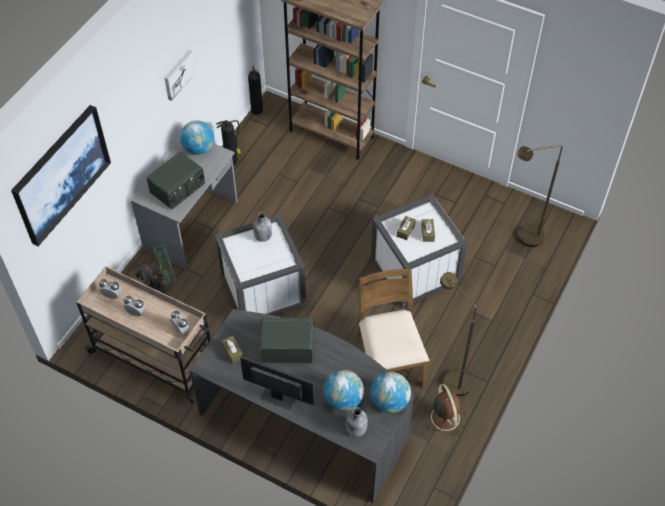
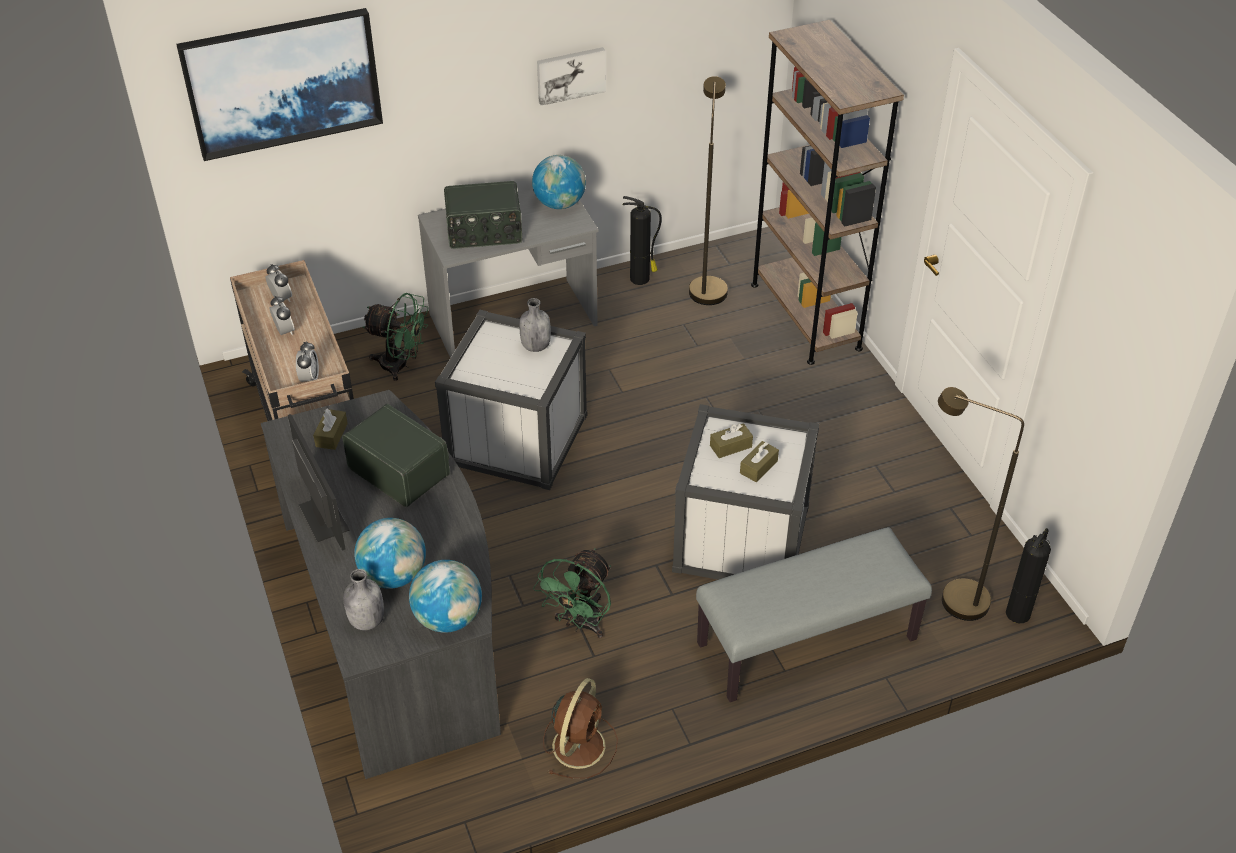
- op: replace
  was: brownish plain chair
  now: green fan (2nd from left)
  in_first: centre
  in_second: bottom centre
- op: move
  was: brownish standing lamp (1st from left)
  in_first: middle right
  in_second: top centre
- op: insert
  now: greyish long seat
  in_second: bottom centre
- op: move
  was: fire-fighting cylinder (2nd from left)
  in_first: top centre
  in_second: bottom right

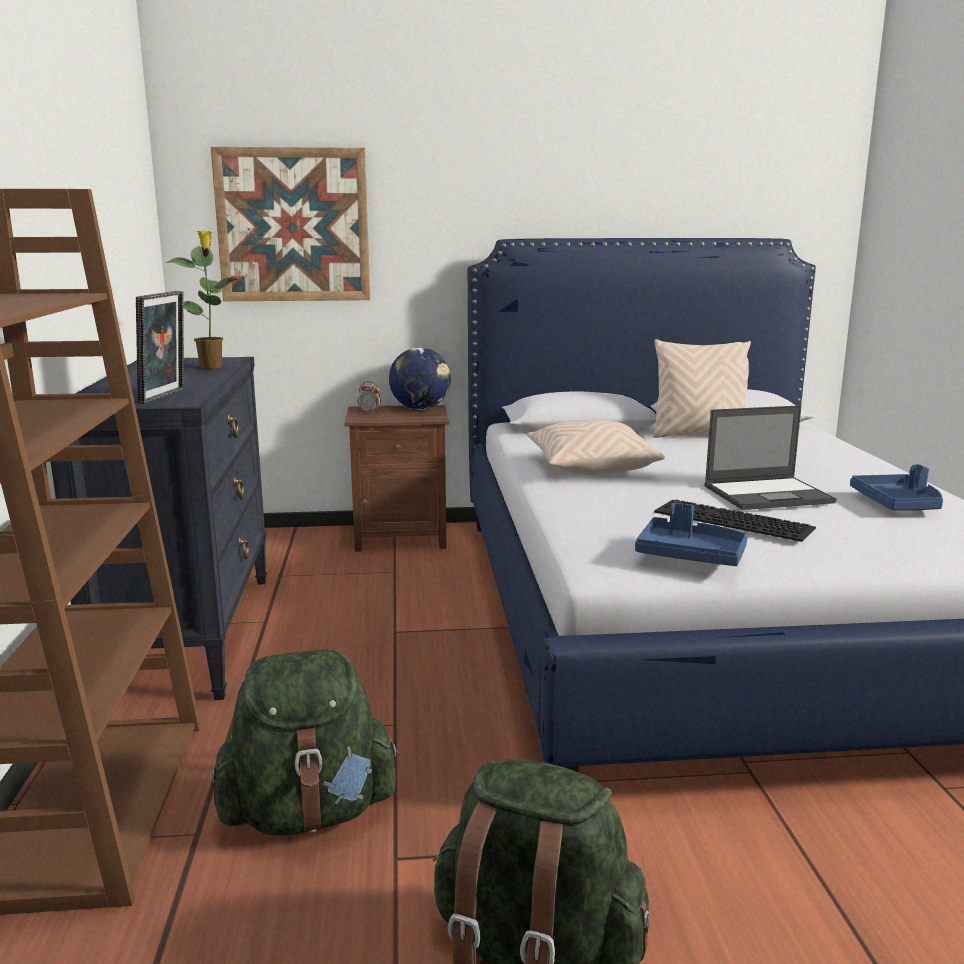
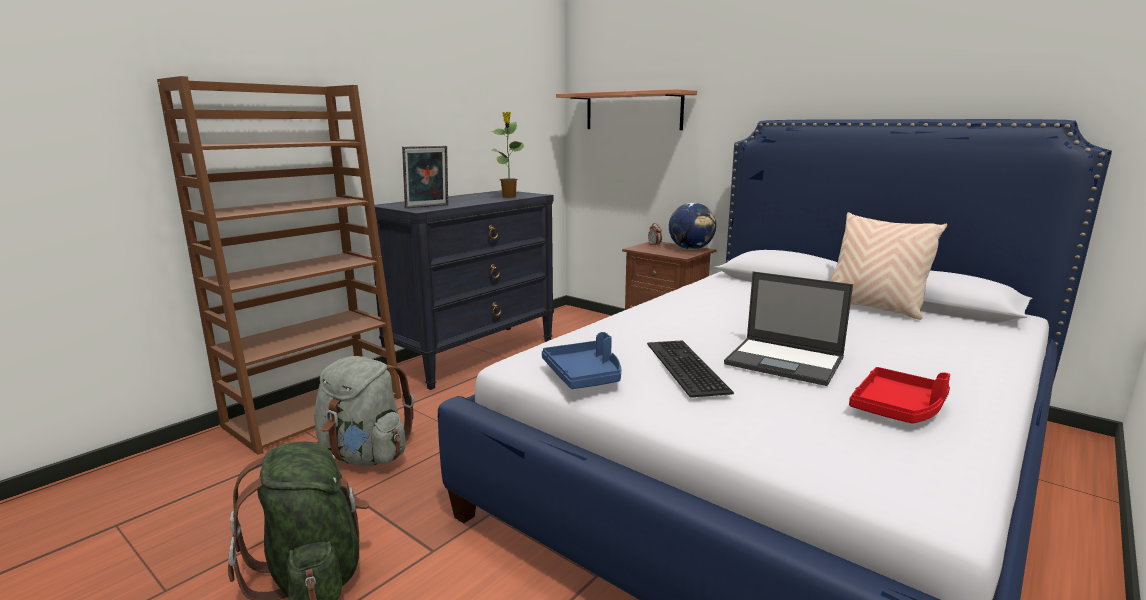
- op: recolor
  was: green backpack (1st from left)
  now: greyish backpack
  in_first: bottom left
  in_second: bottom left
- op: replace
  was: wall art
  now: wall shelf
  in_first: top left
  in_second: top centre
- op: recolor
  was: bluish serving tray (2nd from left)
  now: red serving tray
  in_first: middle right
  in_second: middle right
- op: delete
  was: sand-coloured pillow (1st from left)
  in_first: centre

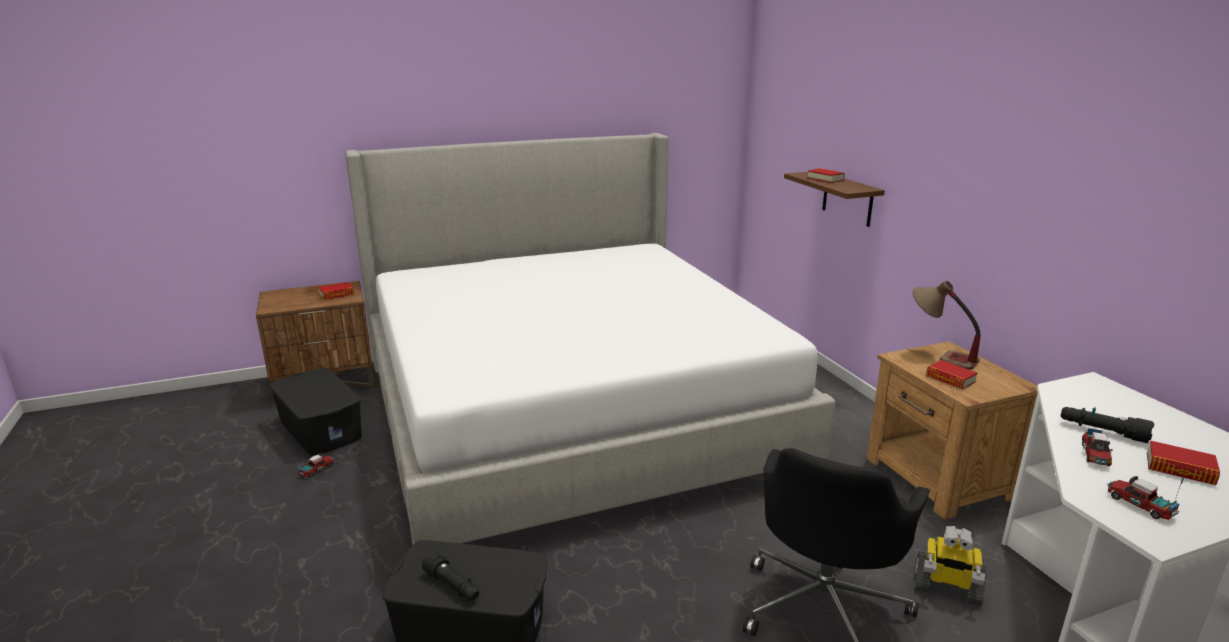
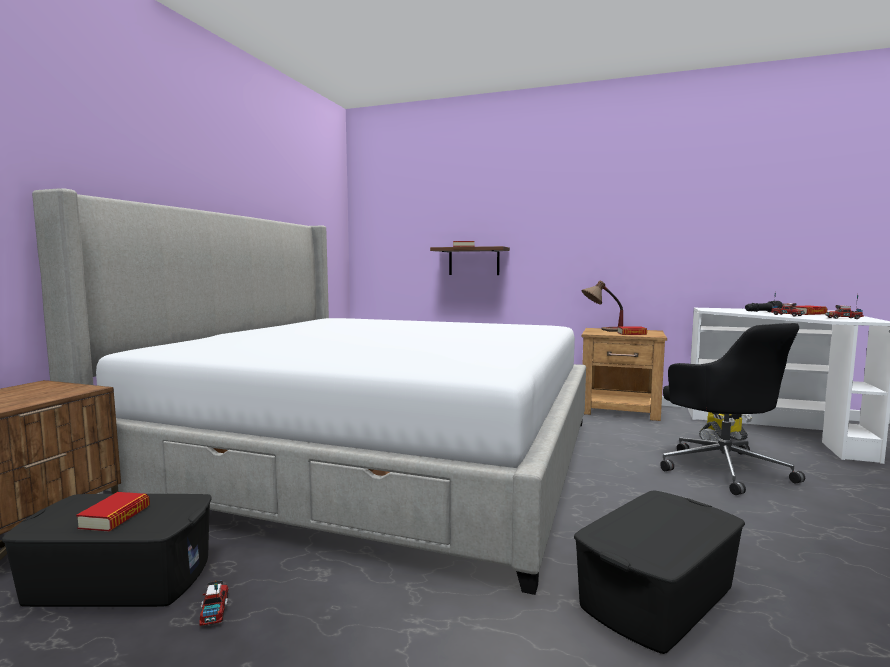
- op: move
  was: bound book (1st from left)
  in_first: middle left
  in_second: bottom left
- op: delete
  was: black-coloured torch (1st from left)
  in_first: bottom centre

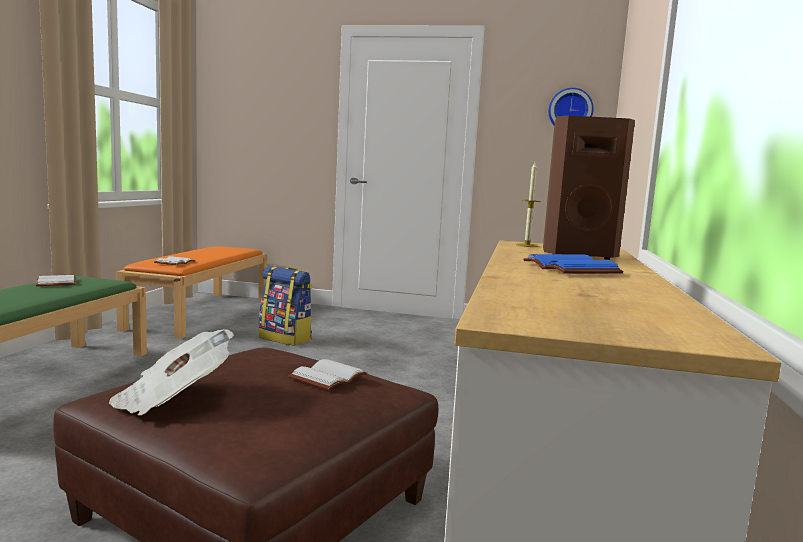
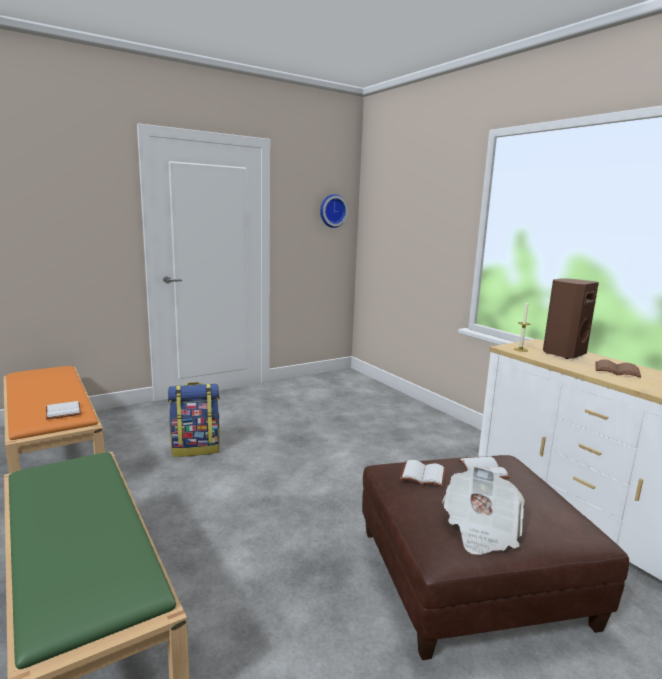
- op: move
  was: white-coloured bound book (1st from left in the first image)
  now: white-coloured bound book (2nd from left)
  in_first: middle left
  in_second: bottom centre
- op: recolor
  was: bluish bound book
  now: brownish bound book
  in_first: middle right
  in_second: middle right

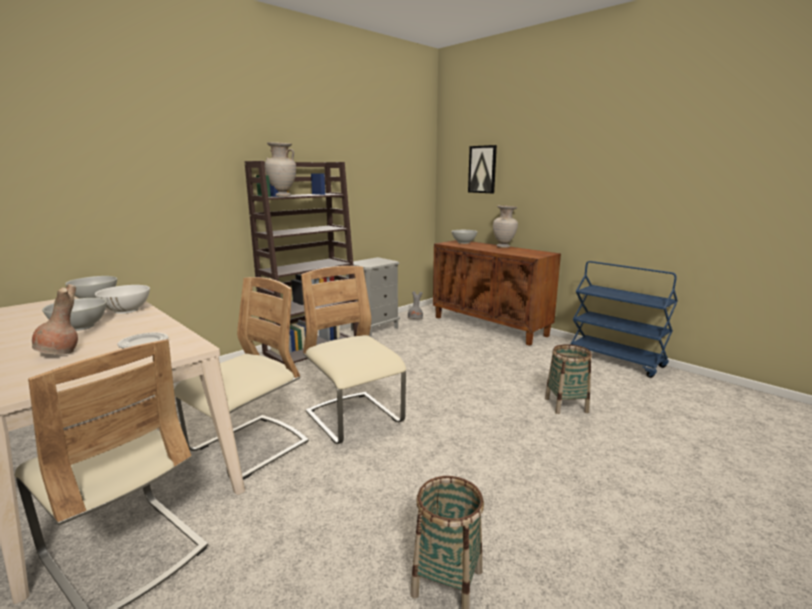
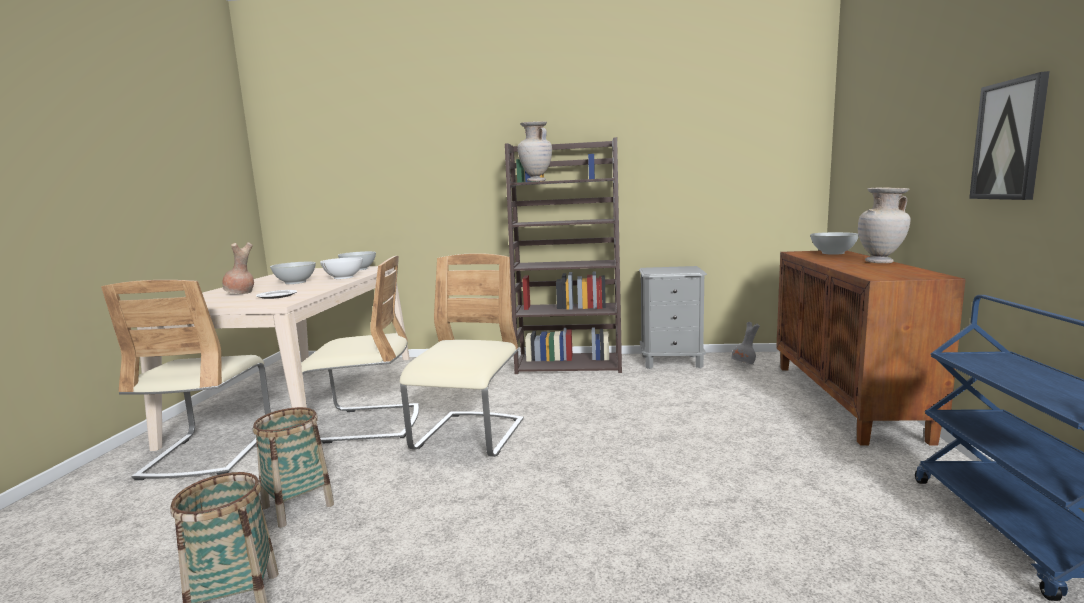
- op: move
  was: storage basket (2nd from left)
  in_first: middle right
  in_second: bottom left
- op: move
  was: wall art
  in_first: top centre
  in_second: top right

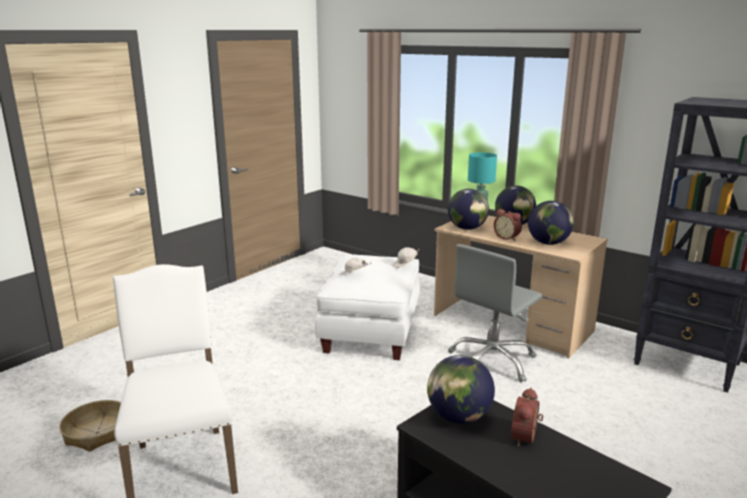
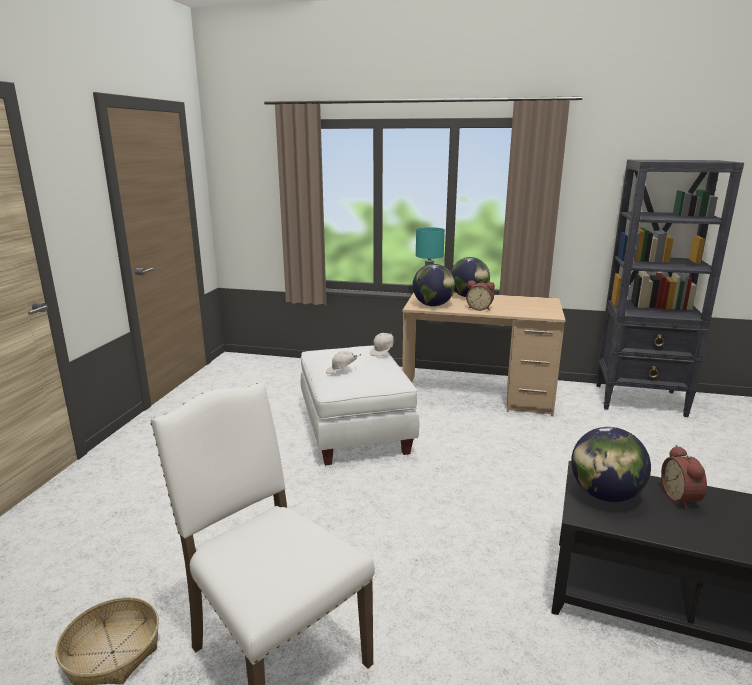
- op: delete
  was: greyish desk chair
  in_first: centre
- op: delete
  was: world globe (4th from left)
  in_first: middle right

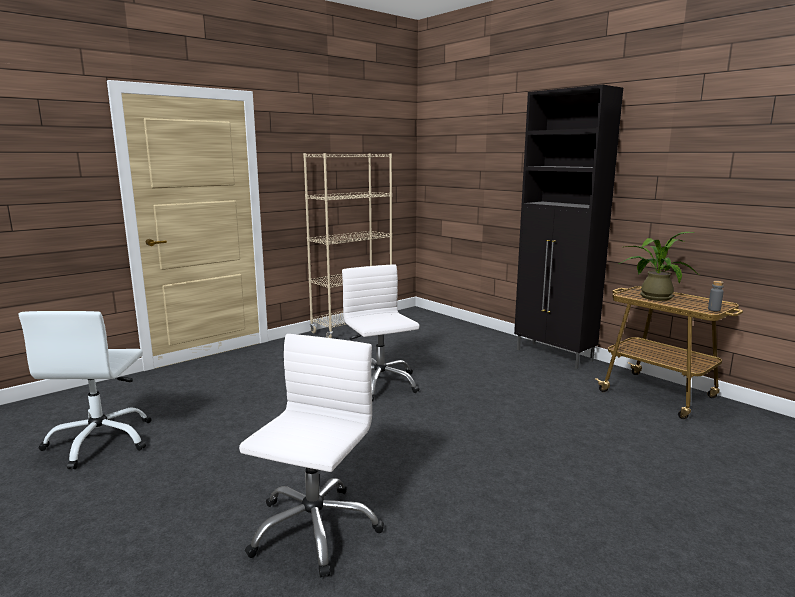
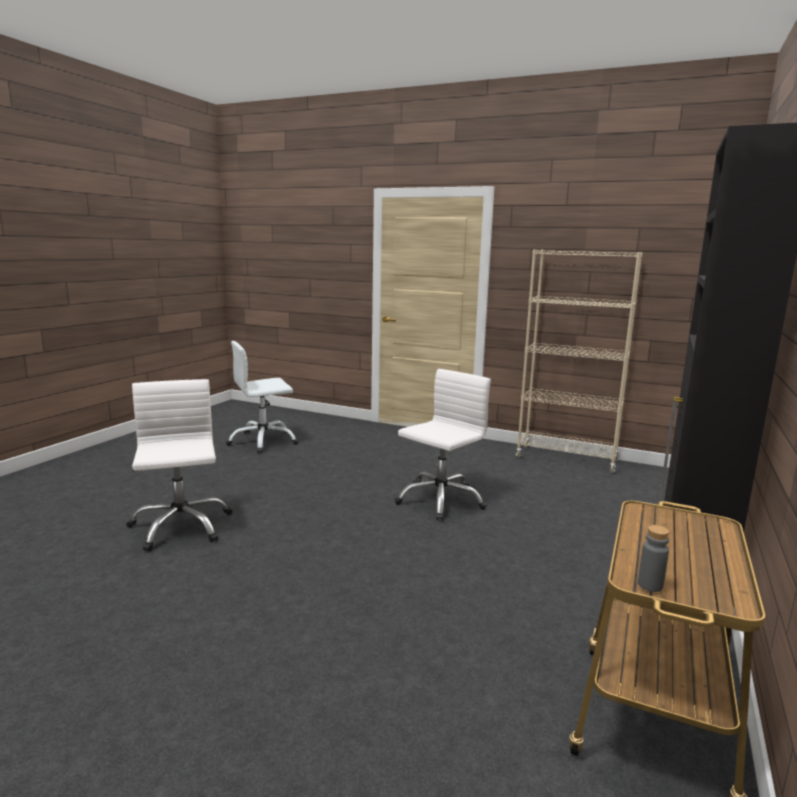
- op: rotate
  was: white-coloured desk chair (2nd from left in the first image)
  in_first: bottom centre
  in_second: middle left
  clockwise: -105
- op: delete
  was: potted plant
  in_first: middle right

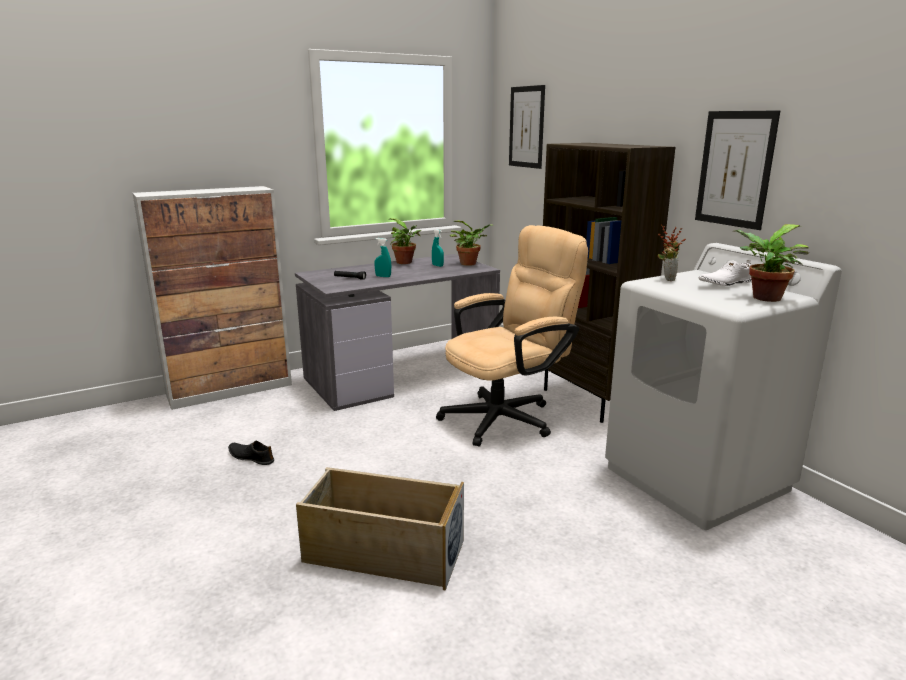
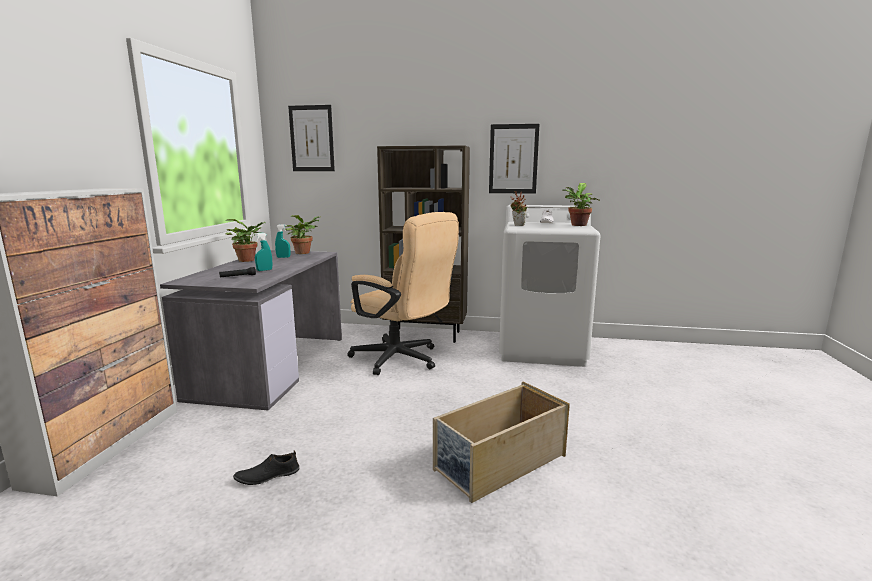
- op: rotate
  was: sand-coloured desk chair
  in_first: centre
  in_second: centre
  clockwise: 120

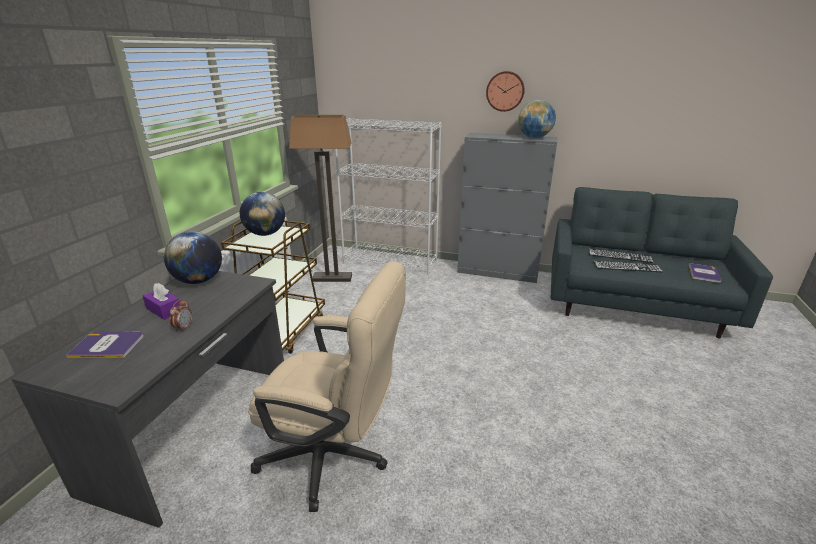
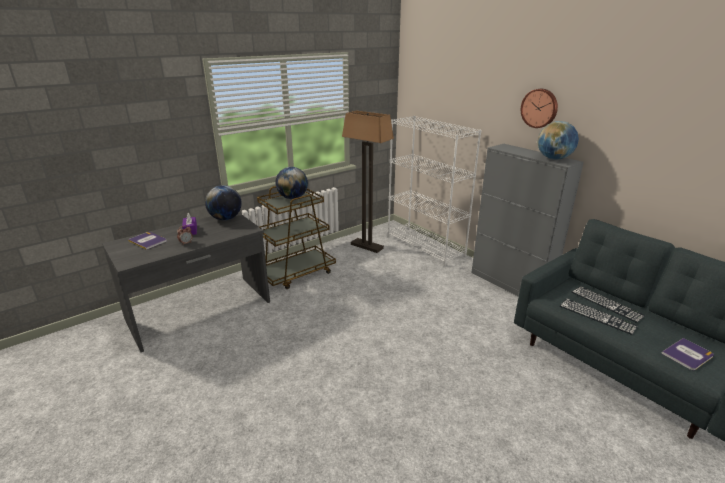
- op: delete
  was: sand-coloured desk chair
  in_first: bottom centre

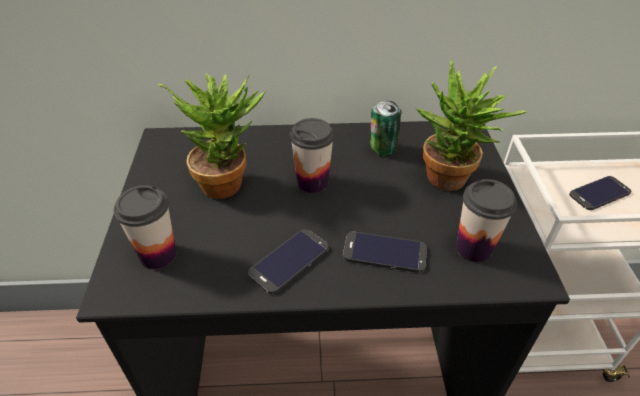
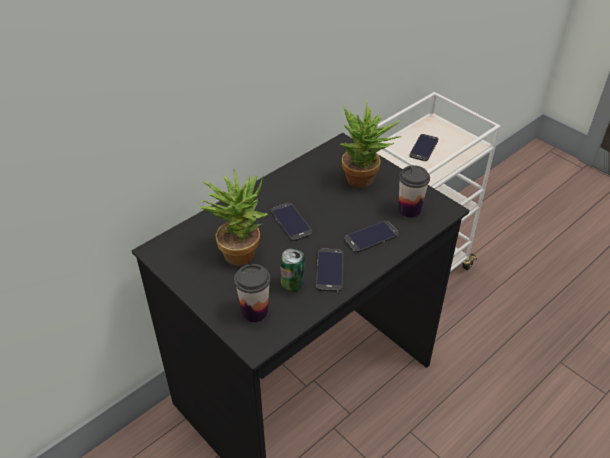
- op: replace
  was: drinking cup (2nd from left)
  now: handset (1st from left)
  in_first: centre
  in_second: centre
- op: move
  was: can
  in_first: top centre
  in_second: centre

